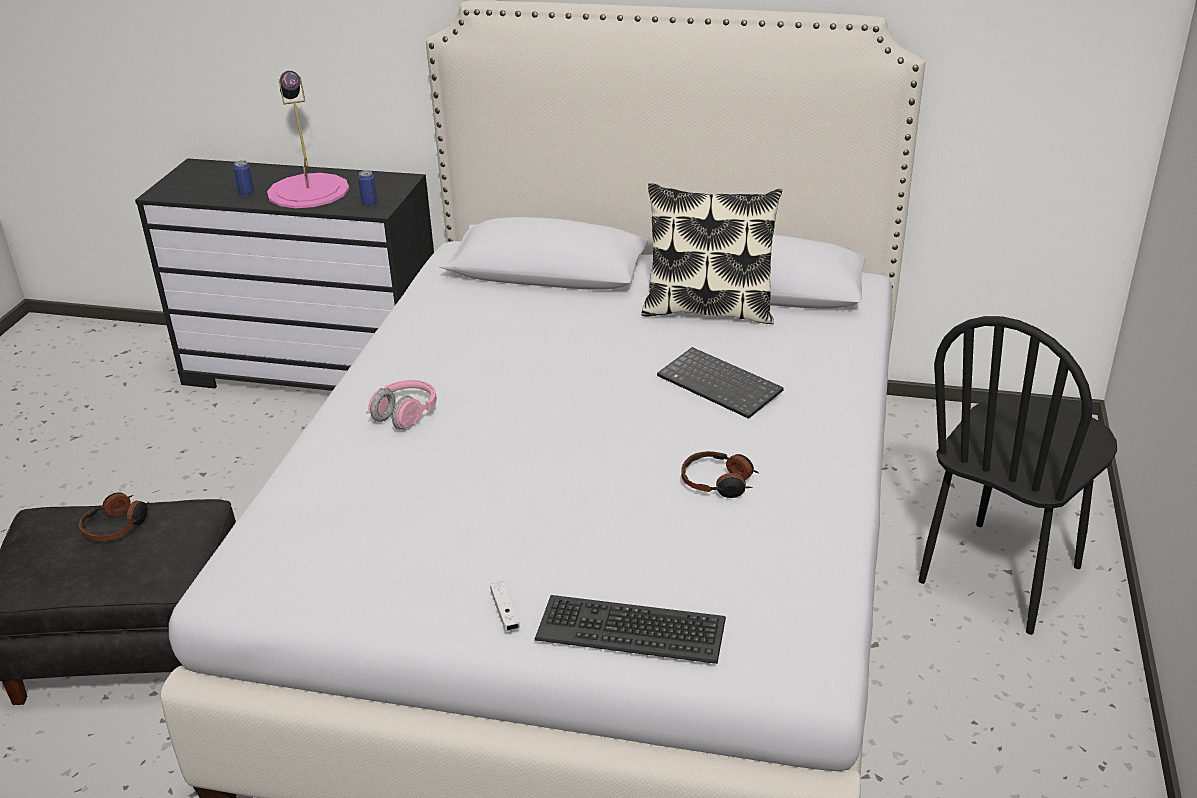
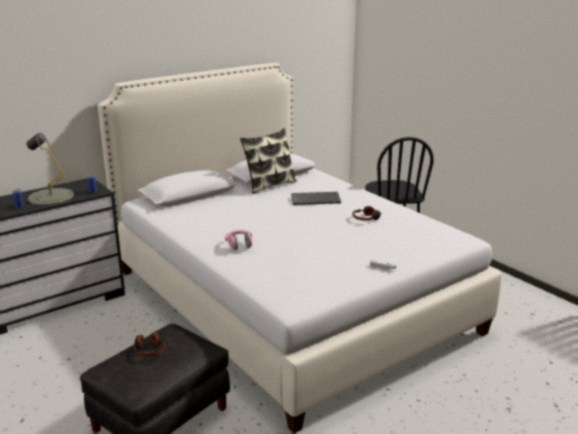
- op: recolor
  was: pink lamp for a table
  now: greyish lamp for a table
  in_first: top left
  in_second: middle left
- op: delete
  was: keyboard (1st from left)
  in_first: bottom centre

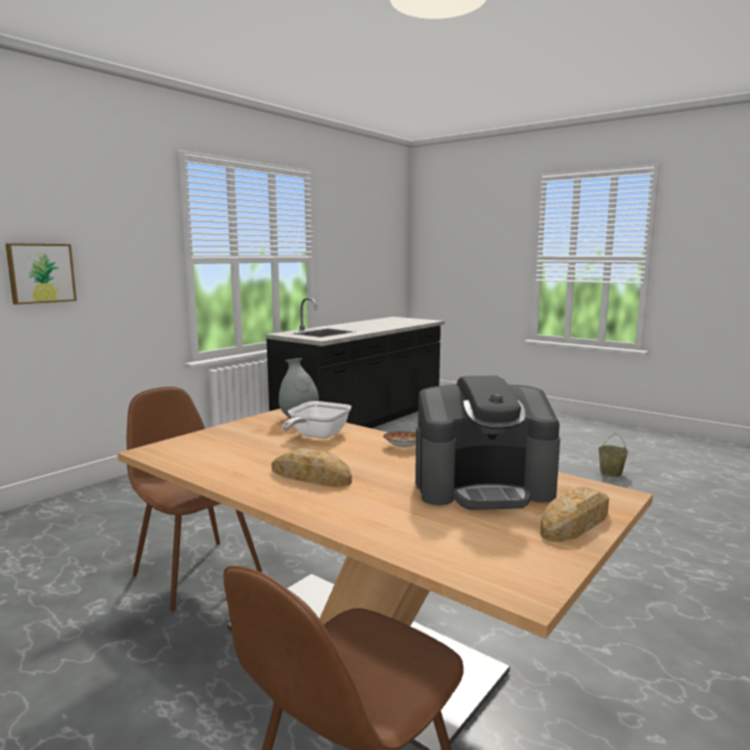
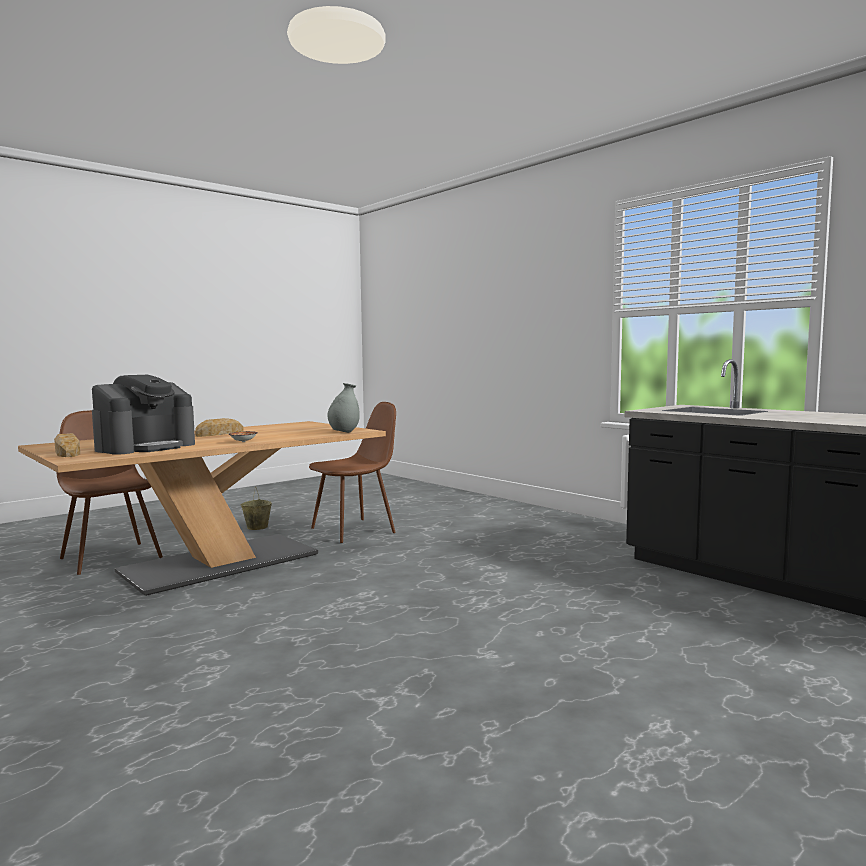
- op: rotate
  was: coffee brewer
  in_first: centre
  in_second: middle left
  clockwise: -150
- op: move
  was: sand-coloured bucket
  in_first: middle right
  in_second: middle left
- op: delete
  was: wall art
  in_first: middle left
- op: delete
  was: pan
  in_first: centre

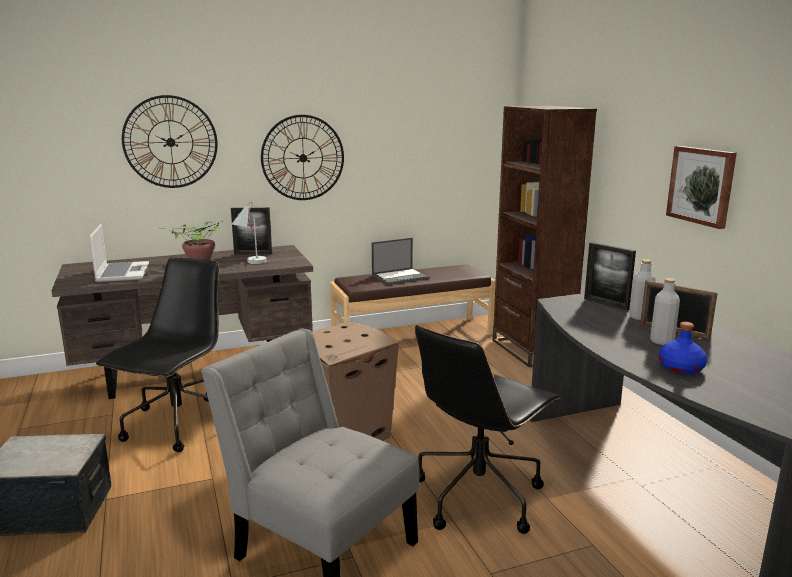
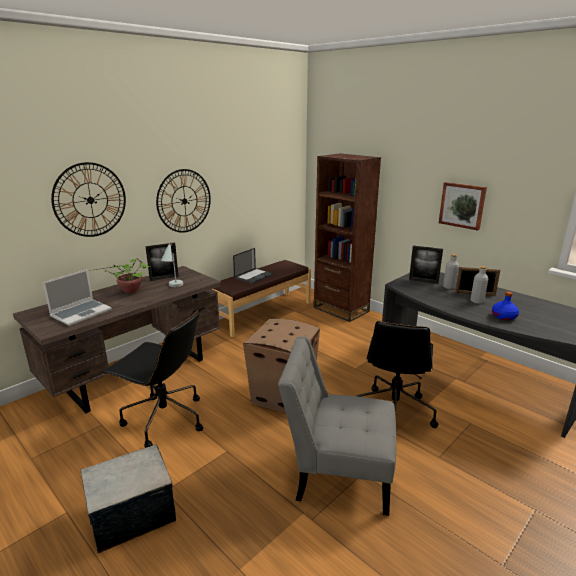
- op: rotate
  was: laptop (1st from left)
  in_first: middle left
  in_second: middle left
  clockwise: 75
- op: rotate
  was: black-coloured desk chair (1st from left)
  in_first: middle left
  in_second: middle left
  clockwise: 120

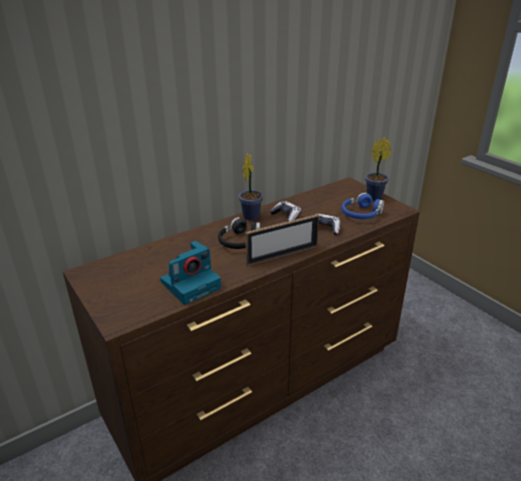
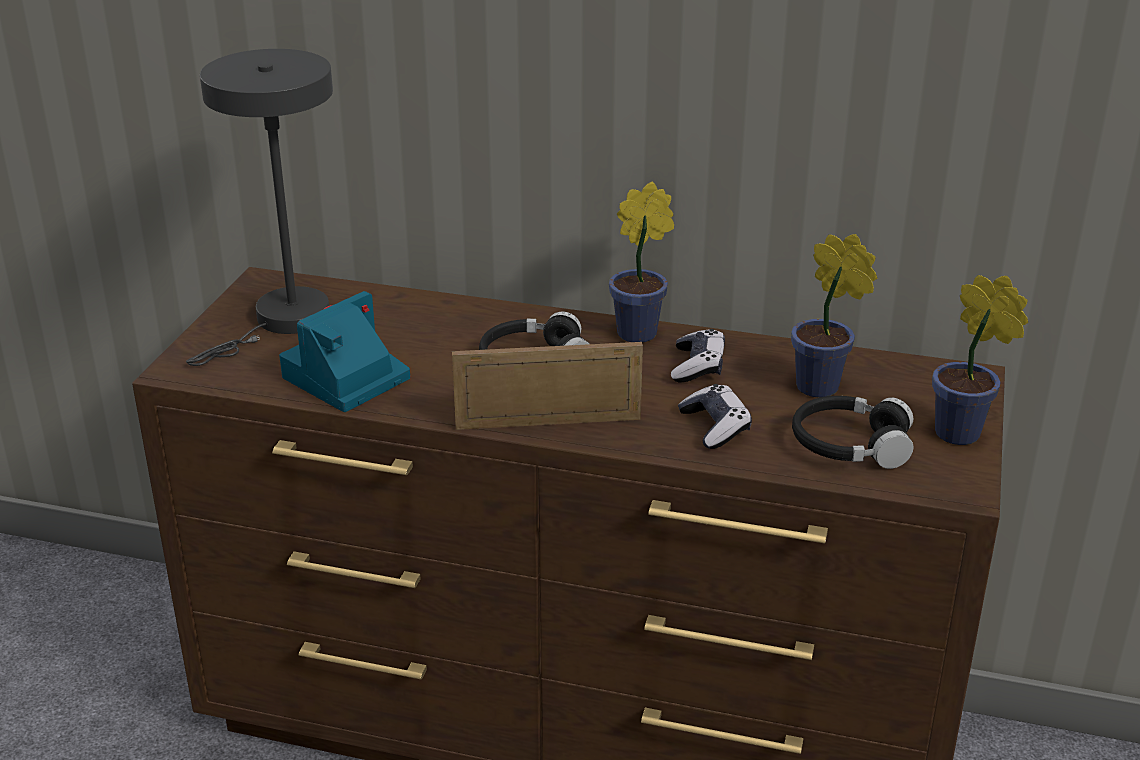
- op: insert
  now: greyish lamp for a table
  in_second: top left
- op: rotate
  was: photo camera
  in_first: centre
  in_second: middle left
  clockwise: 120
- op: rotate
  was: standing frame
  in_first: centre
  in_second: centre
  clockwise: 150
- op: insert
  now: potted plant (2nd from left)
  in_second: middle right
- op: recolor
  was: bluish headset
  now: black-coloured headset (2nd from left)
  in_first: middle right
  in_second: middle right

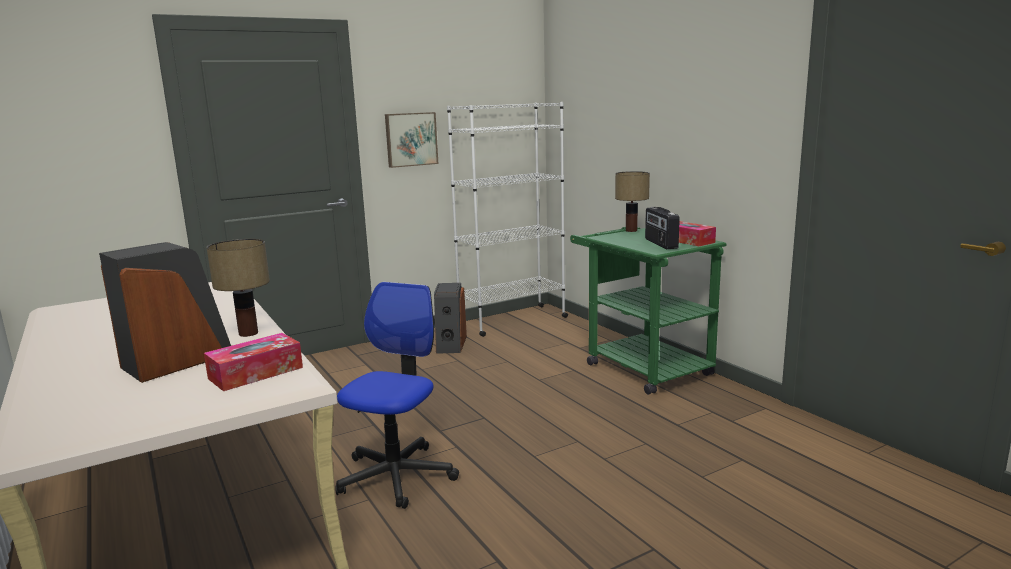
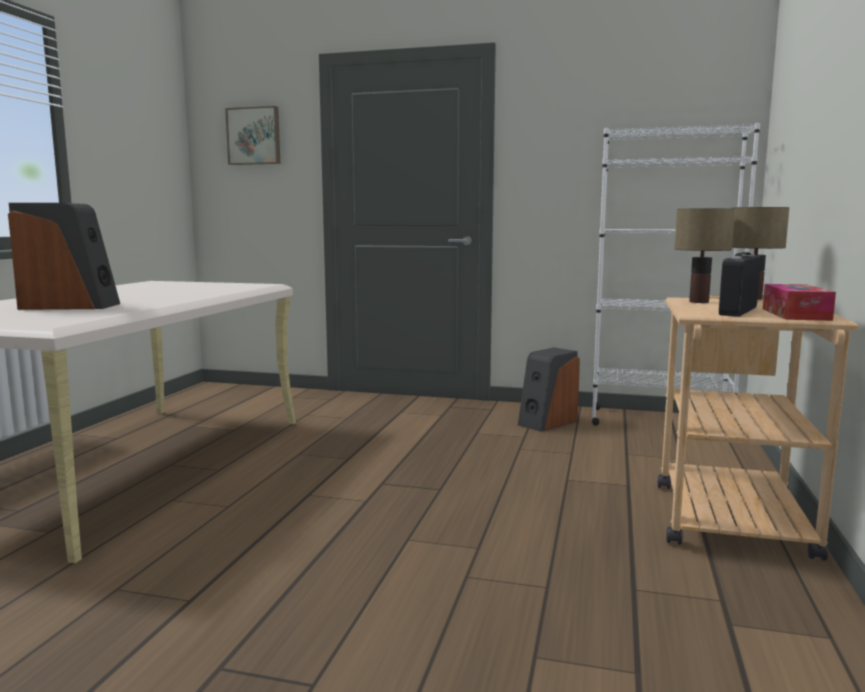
- op: move
  was: wall art
  in_first: top centre
  in_second: top left
- op: recolor
  was: green trolley
  now: sand-coloured trolley
  in_first: centre
  in_second: middle right
- op: move
  was: lamp for a table (1st from left)
  in_first: middle left
  in_second: middle right
- op: delete
  was: box of tissues (1st from left)
  in_first: middle left
- op: delete
  was: desk chair
  in_first: bottom centre

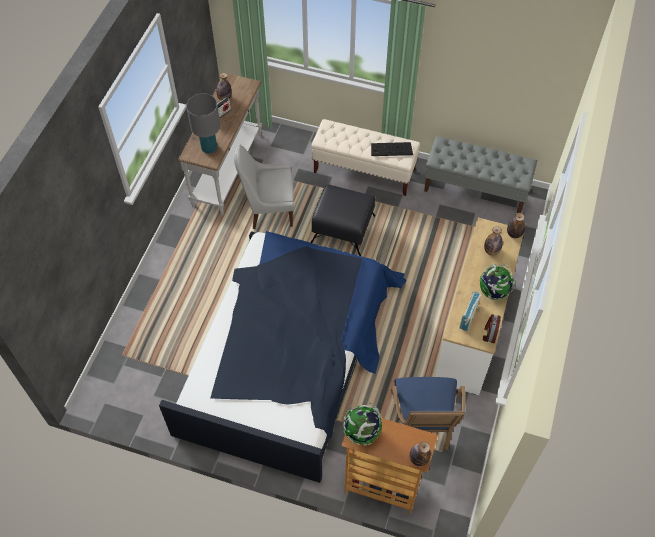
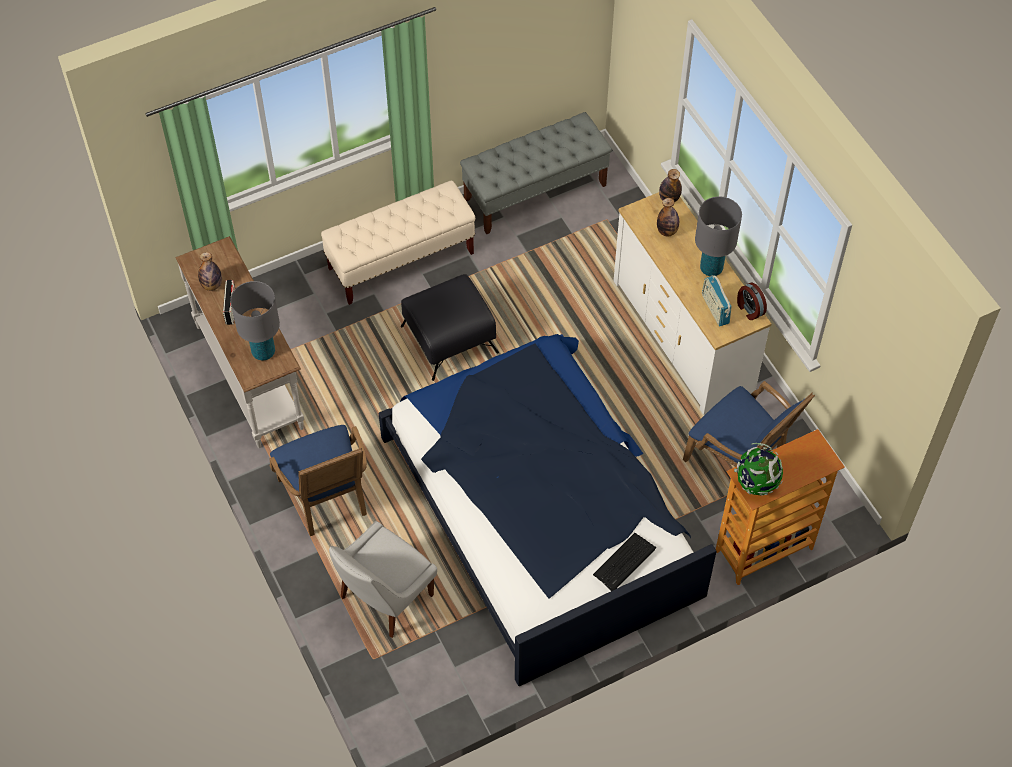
- op: insert
  now: bluish lounge chair (1st from left)
  in_second: middle left
- op: move
  was: white-coloured plain chair
  in_first: centre
  in_second: bottom centre
- op: move
  was: keyboard
  in_first: top centre
  in_second: bottom centre
- op: replace
  was: world globe (2nd from left)
  now: greyish lamp for a table (2nd from left)
  in_first: middle right
  in_second: top right
- op: delete
  was: drink bottle (2nd from left)
  in_first: bottom centre

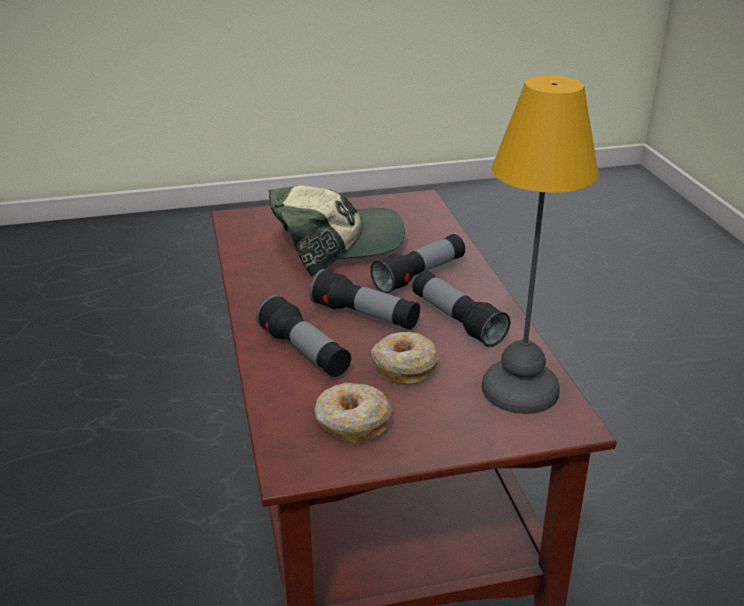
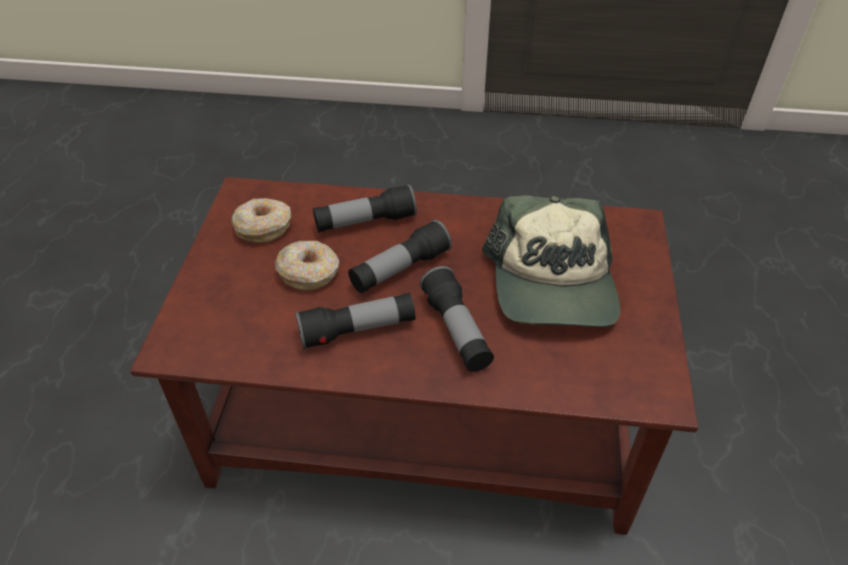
- op: delete
  was: lamp for a table
  in_first: middle right

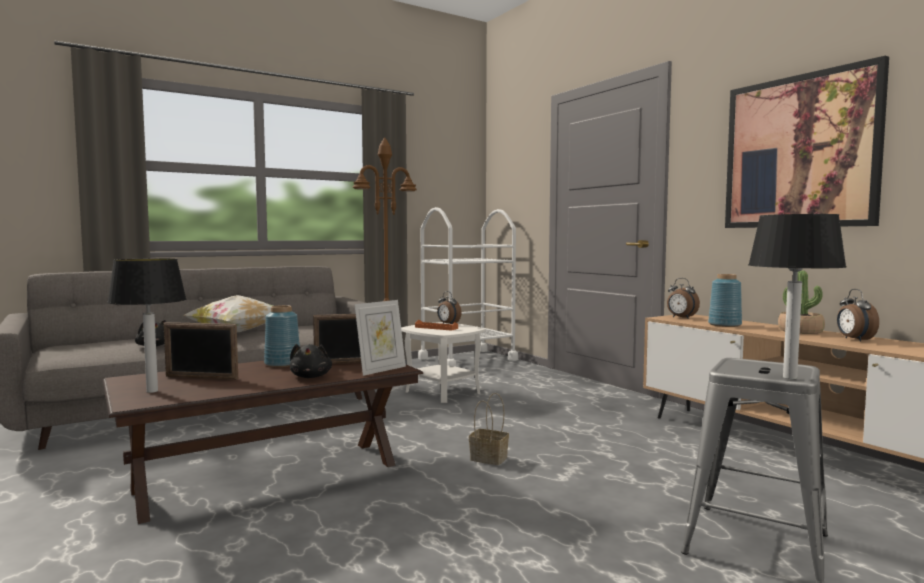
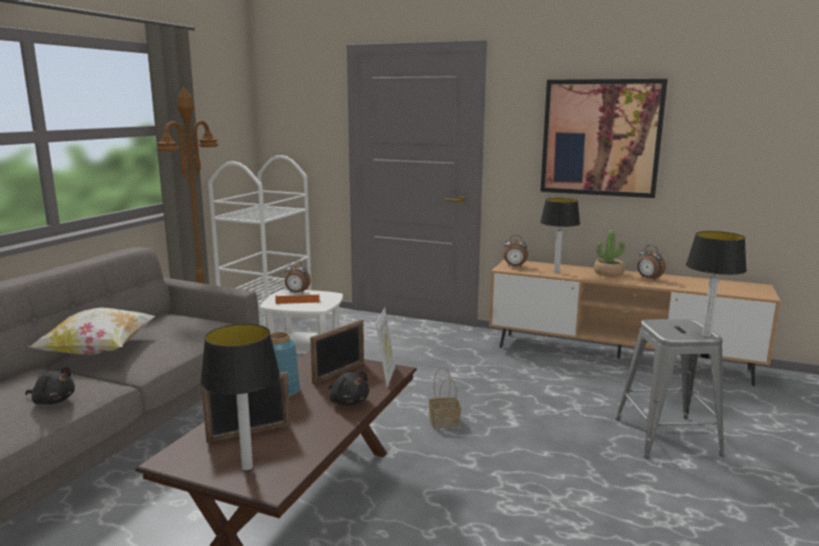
- op: replace
  was: bluish vase (2nd from left)
  now: lamp for a table (2nd from left)
  in_first: middle right
  in_second: middle right

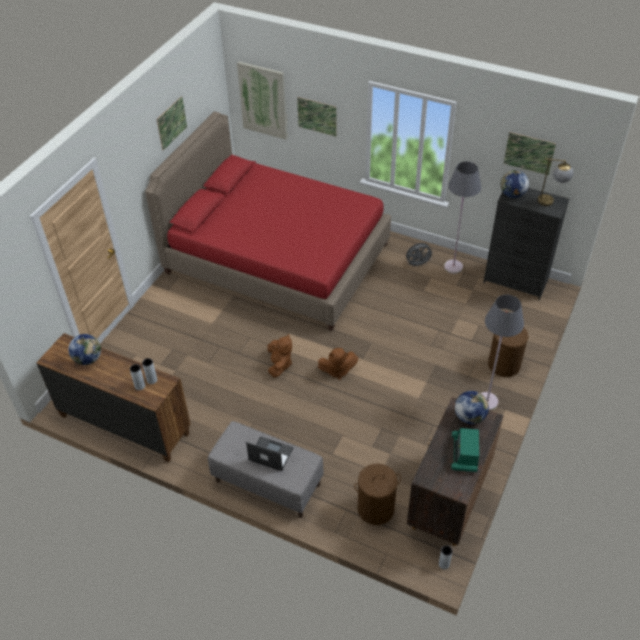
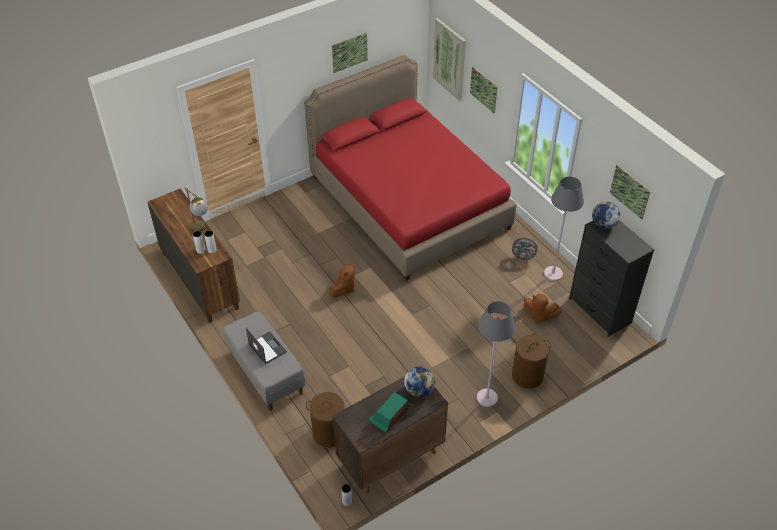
- op: move
  was: lamp for a table
  in_first: top right
  in_second: middle left
- op: move
  was: brownish soft toy (2nd from left)
  in_first: centre
  in_second: middle right
- op: delete
  was: world globe (1st from left)
  in_first: middle left

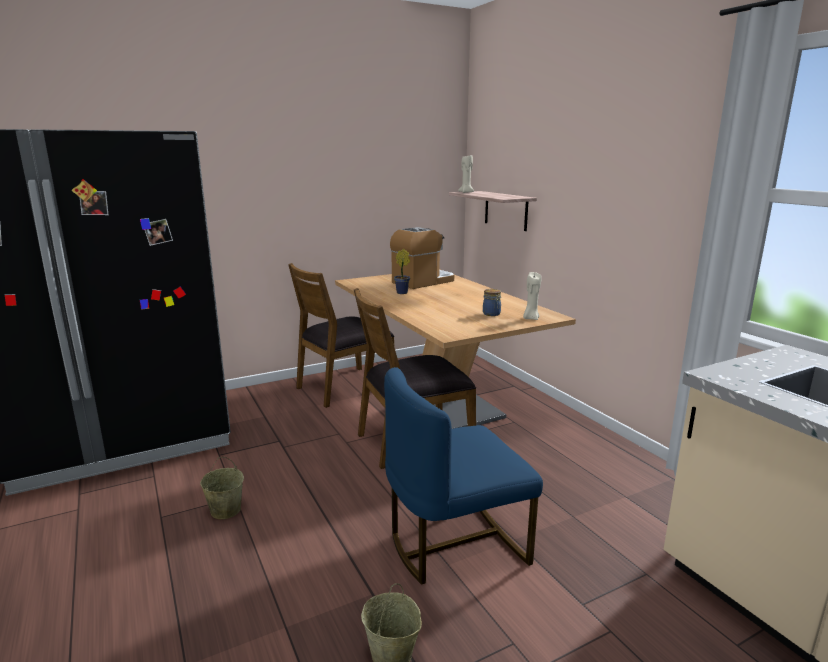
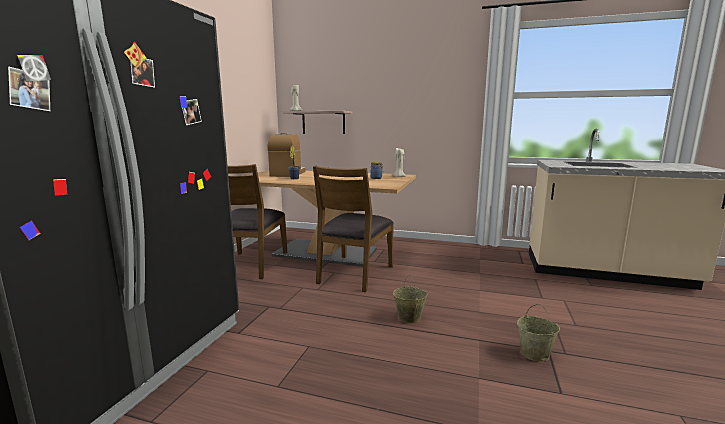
- op: move
  was: sand-coloured bucket (1st from left)
  in_first: bottom left
  in_second: bottom centre
- op: delete
  was: bluish plain chair
  in_first: bottom centre

